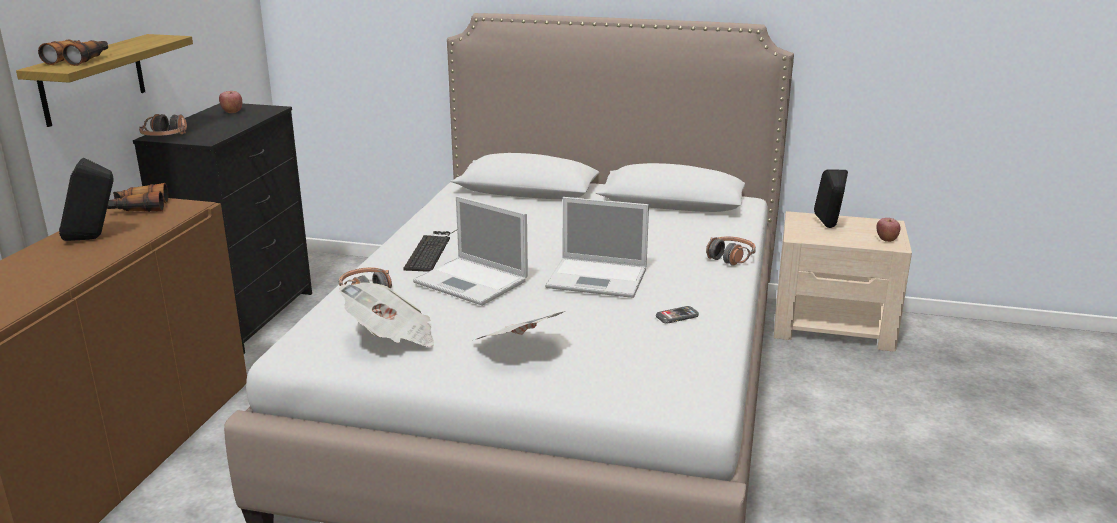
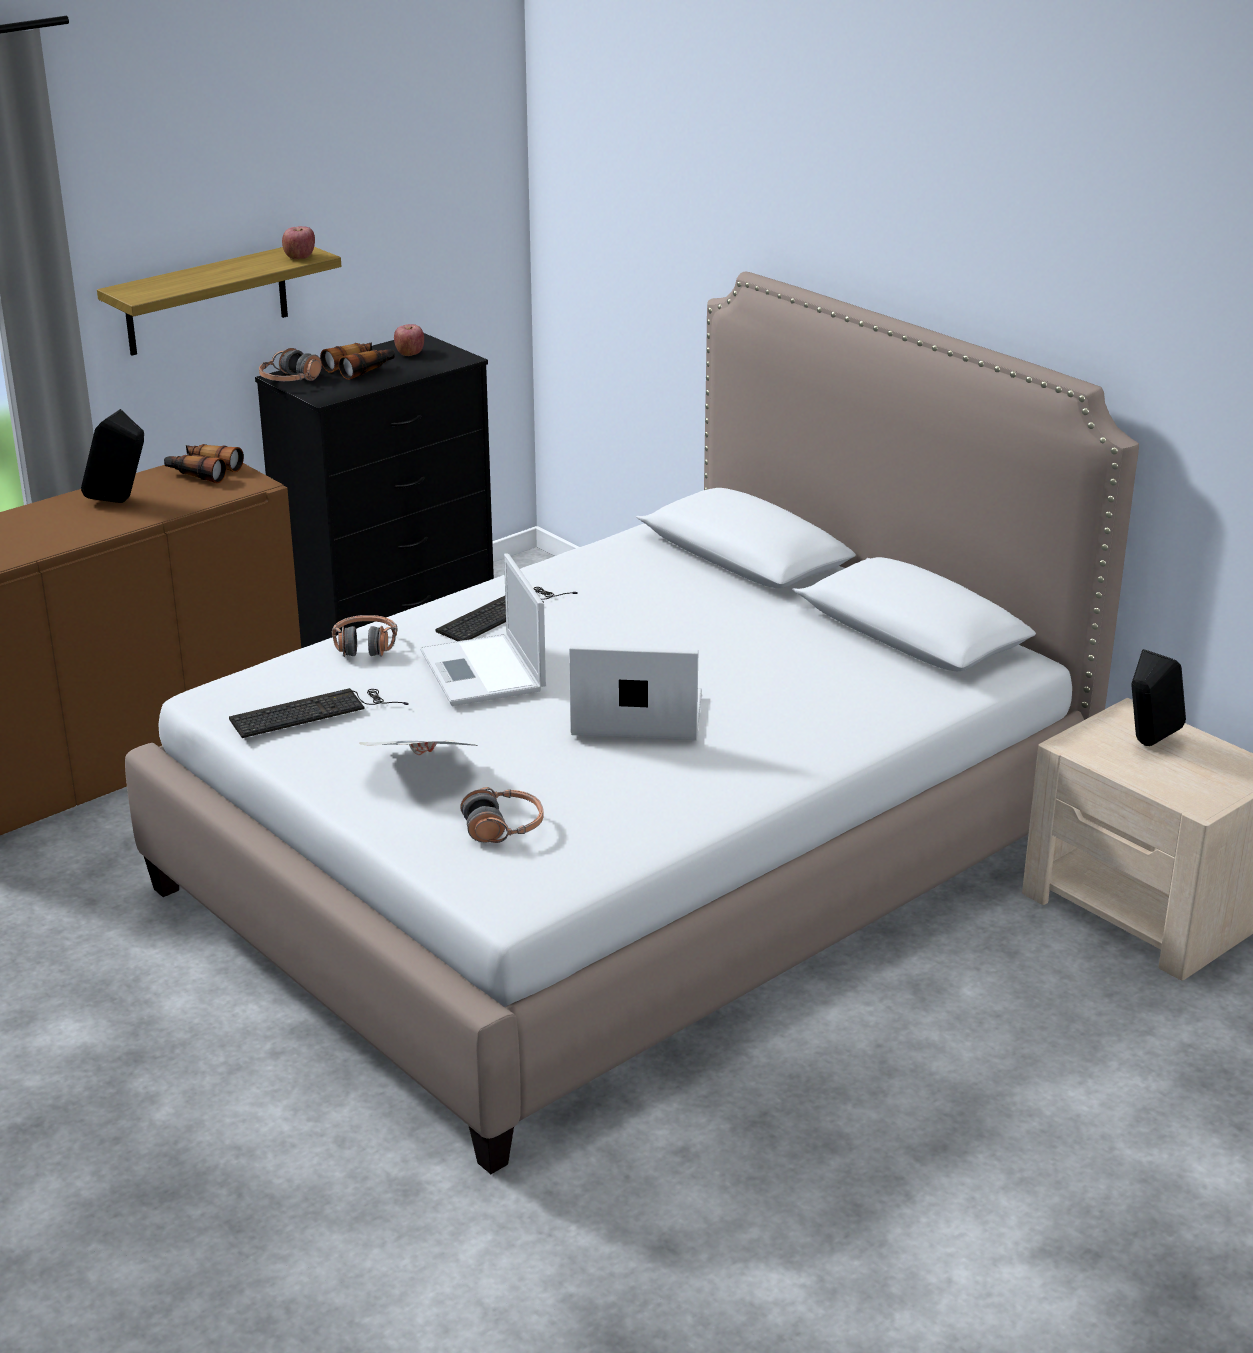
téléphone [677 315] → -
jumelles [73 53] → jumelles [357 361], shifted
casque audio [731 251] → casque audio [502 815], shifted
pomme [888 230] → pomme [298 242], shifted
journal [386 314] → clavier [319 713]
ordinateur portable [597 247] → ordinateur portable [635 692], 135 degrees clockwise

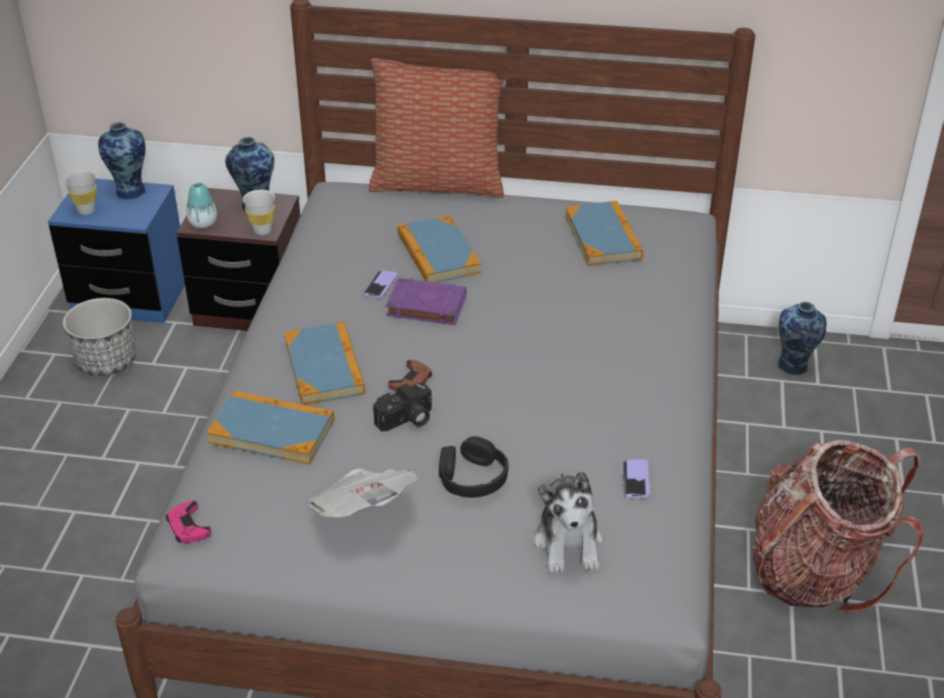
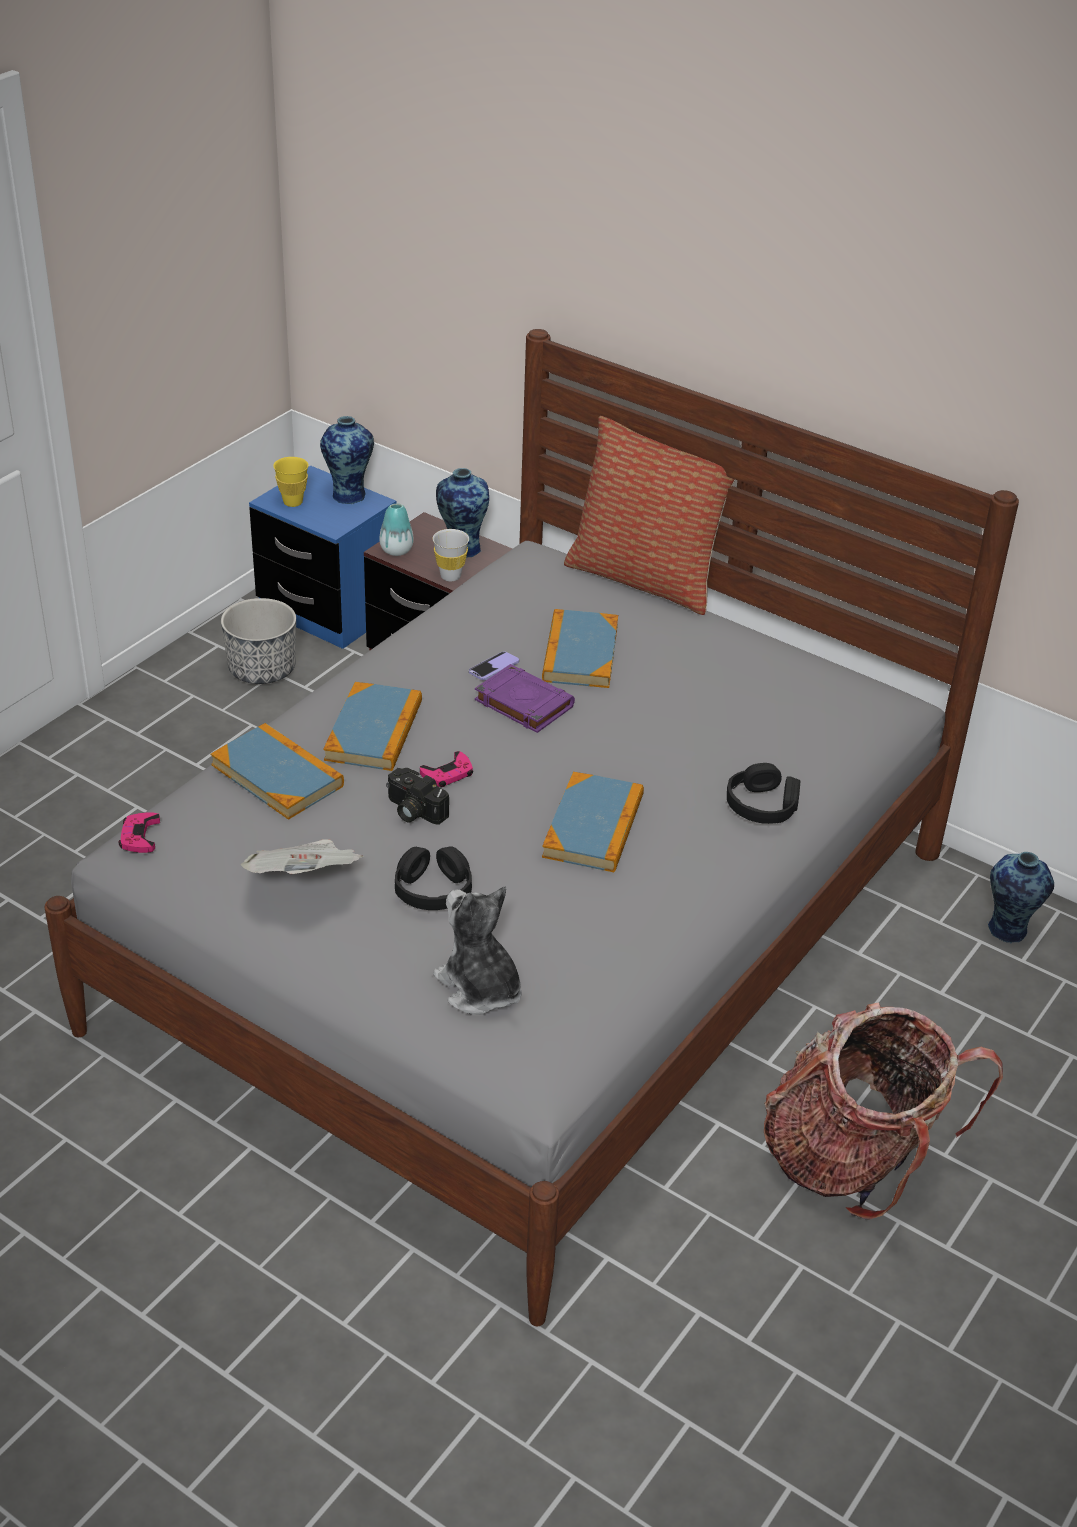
téléphone [636 478] → -
- → casque audio/noir [763 793]
livre [604 233] → livre [593 822], shifted
tasse/blanc [80 192] → tasse/jaune [290 482]
manette/marron [410 375] → manette/rose [446 769]
appareil photo [402 407] → appareil photo [417 796], 45 degrees clockwise
peluche [568 522] → peluche [477 950], 120 degrees clockwise

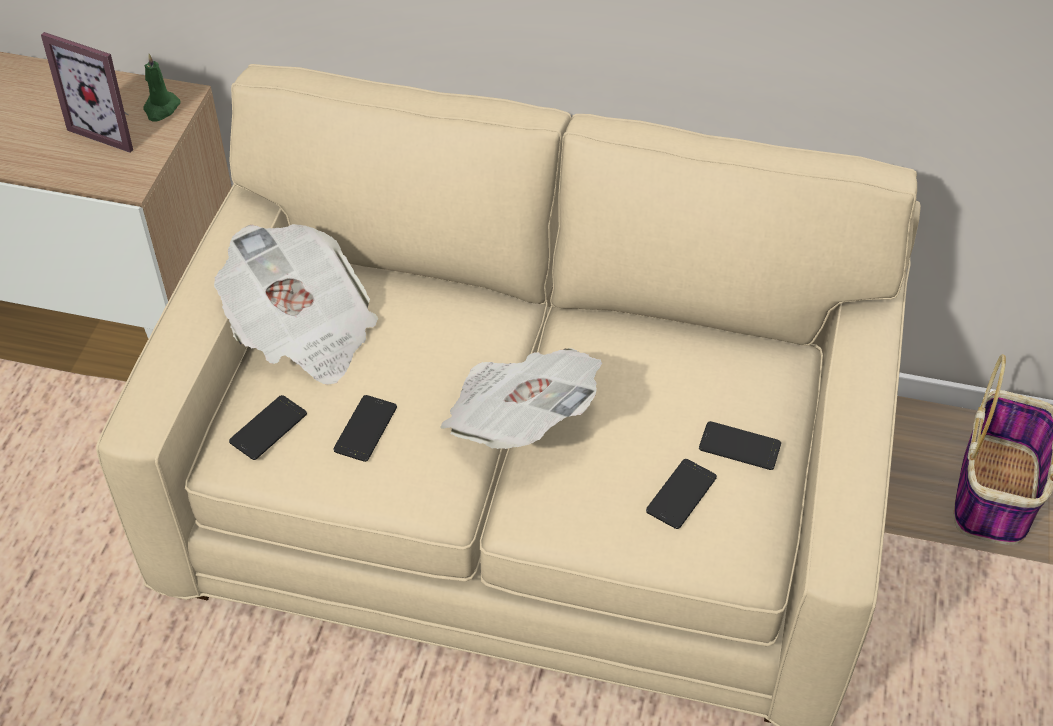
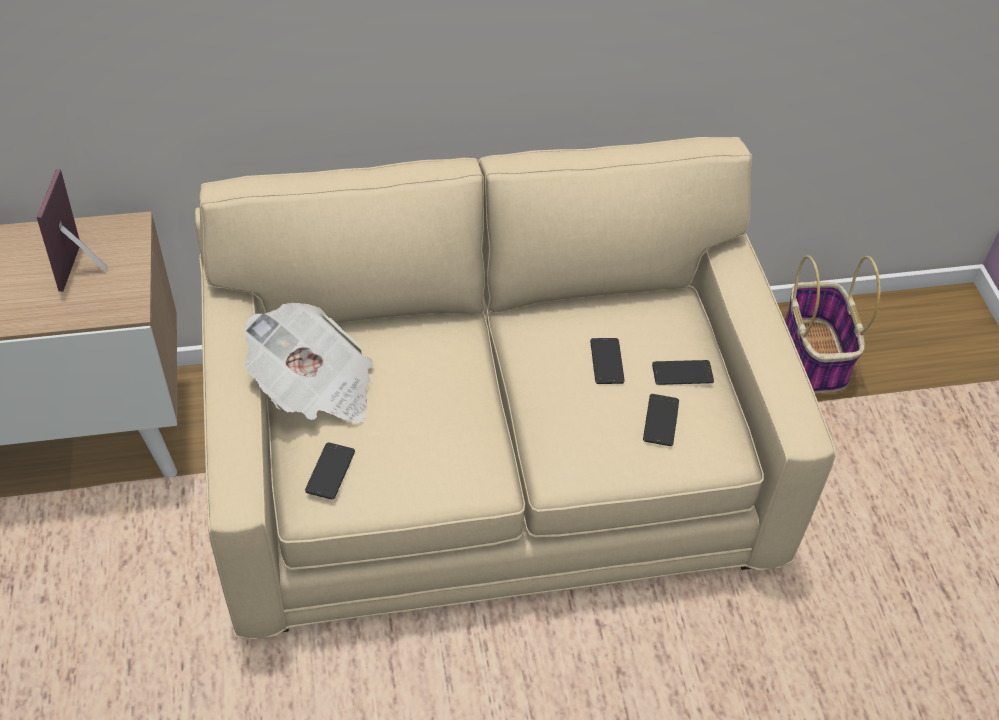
bougie/vert [161 88] → -
journal [521 398] → -
téléphone [365 428] → téléphone [607 361], shifted
cadre photo [87 92] → cadre photo [72 230], 90 degrees clockwise

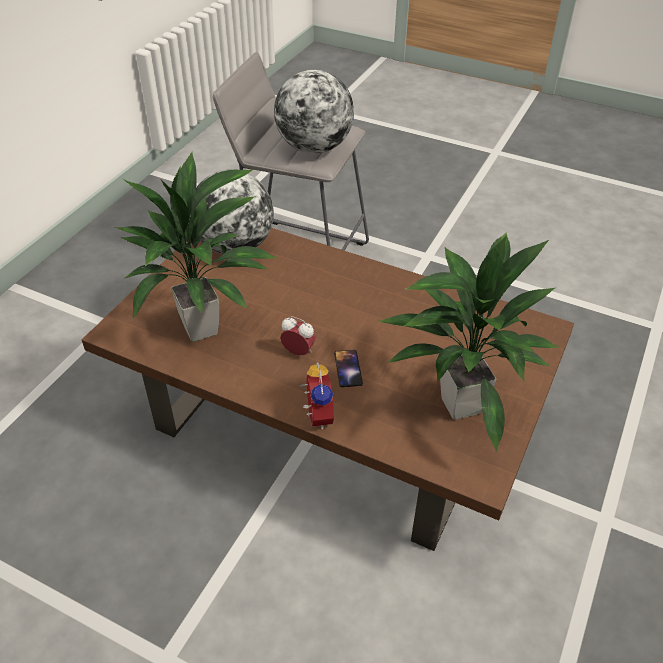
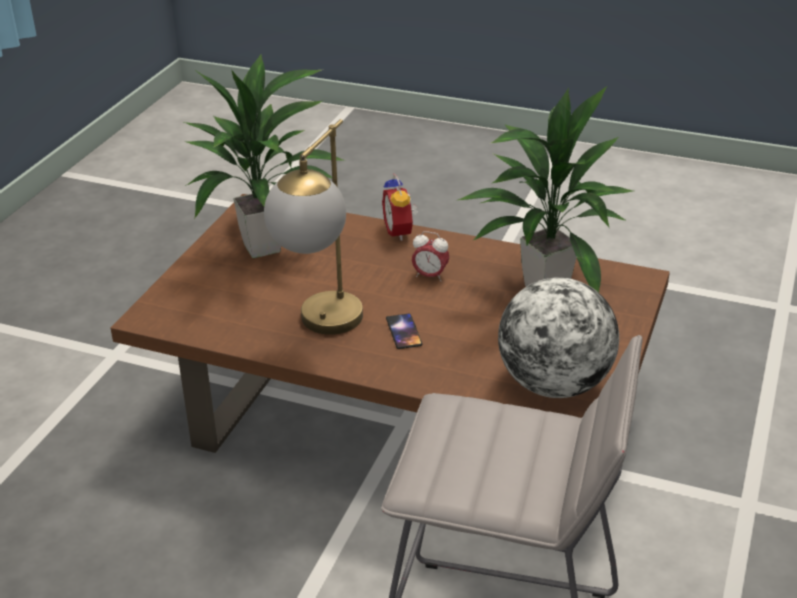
globe [314 112] → -
- → lampe de table [313 227]
téléphone [348 368] → téléphone [404 331], shifted

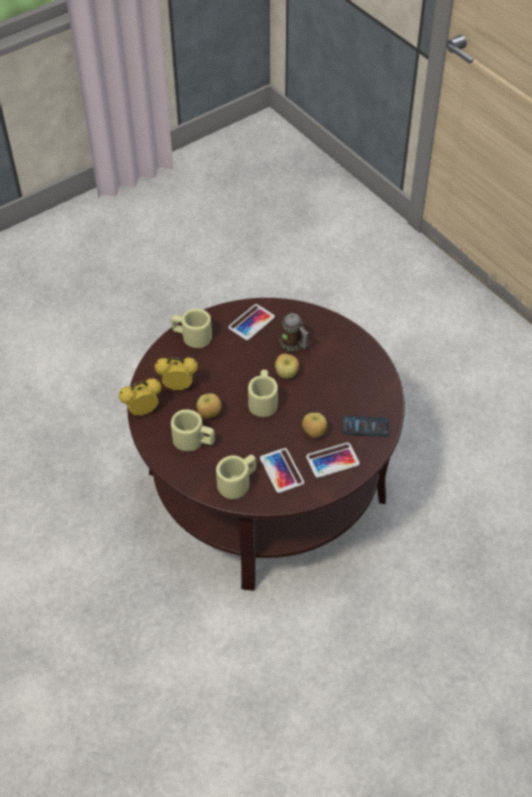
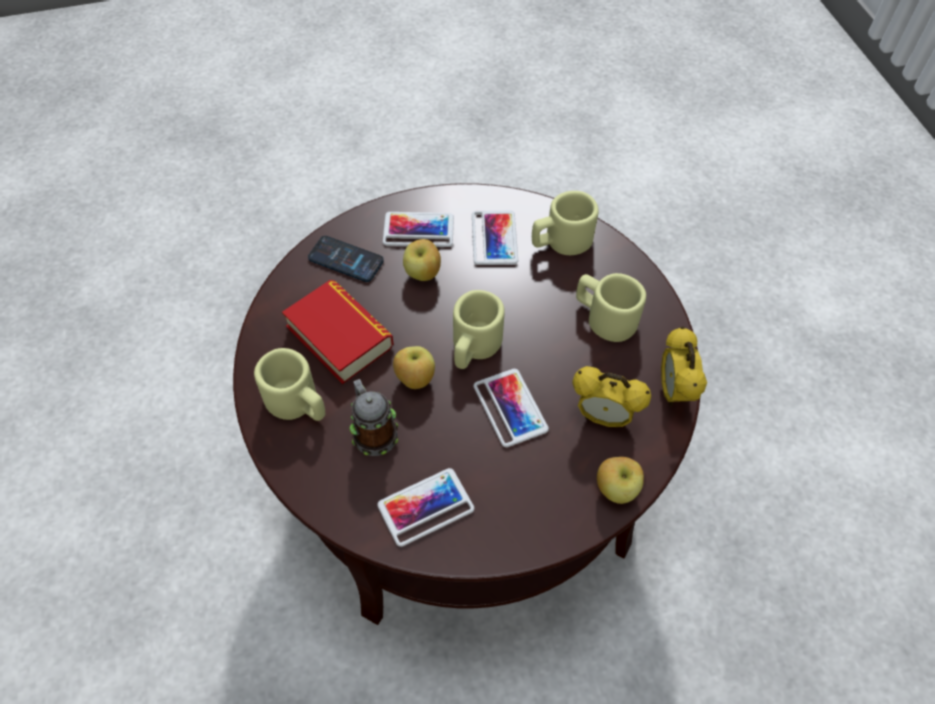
- → livre [338 332]
- → téléphone [511 408]
mug/beige [191 328] → mug/beige [289 384], shifted
pomme [209 405] → pomme [620 480], shifted
réveil [140 397] → réveil [684 366], 90 degrees clockwise

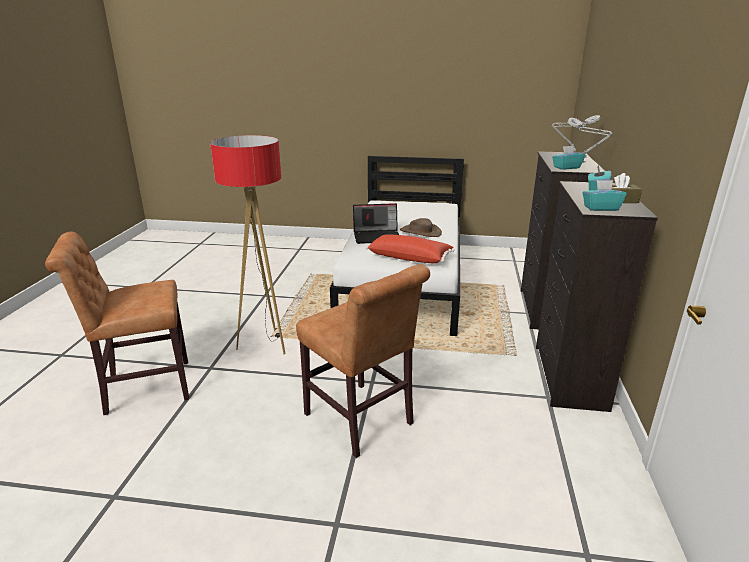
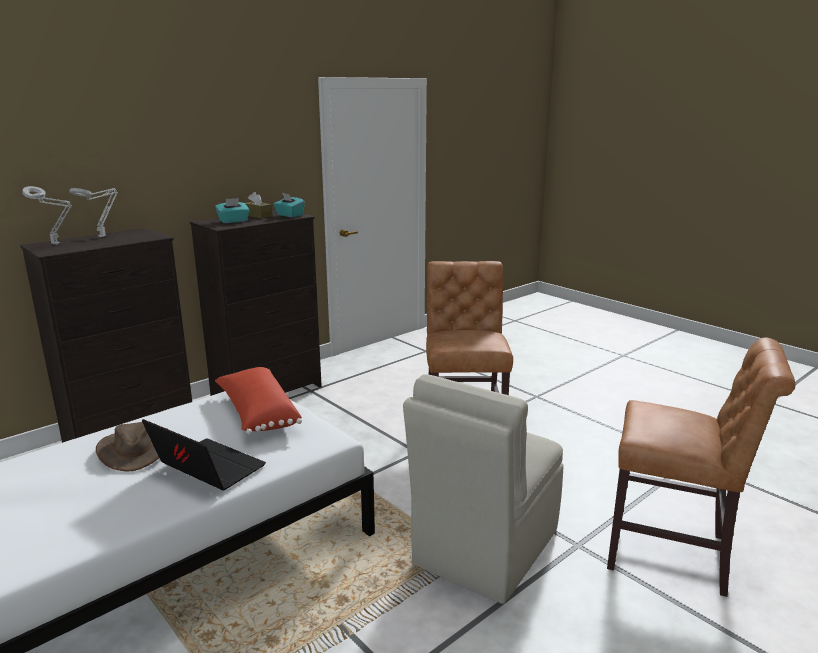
boîte à mouchoirs/turquoise [568 158] → -
lampadaire [248 244] → chaise/beige [483 489]

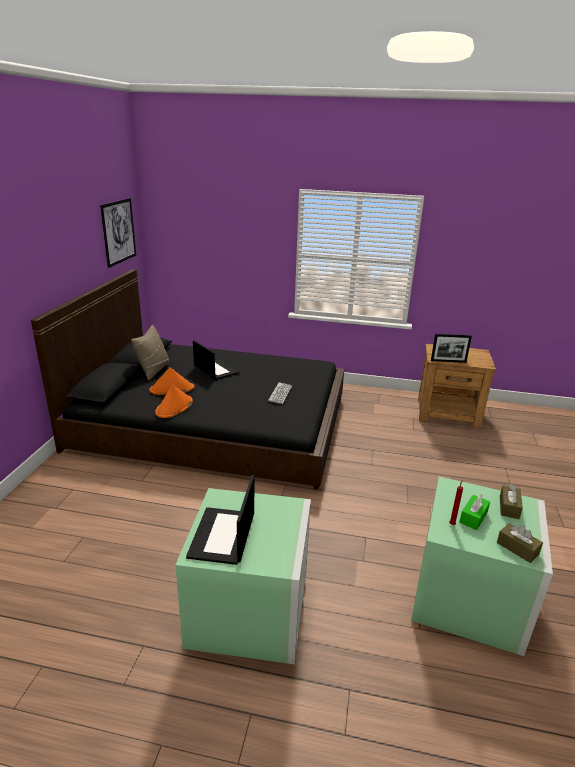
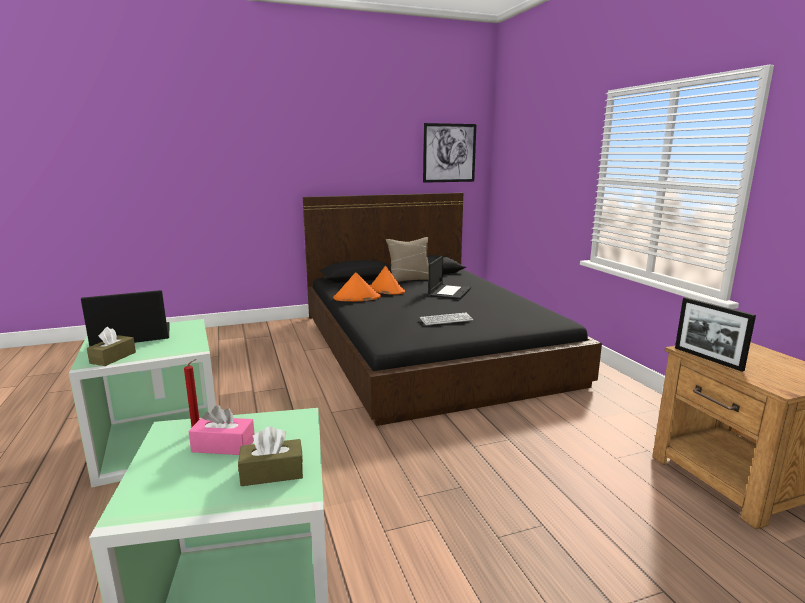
boîte à mouchoirs/marron [520 543] → boîte à mouchoirs/marron [111 346], shifted
boîte à mouchoirs/vert [474 512] → boîte à mouchoirs/rose [221 430]

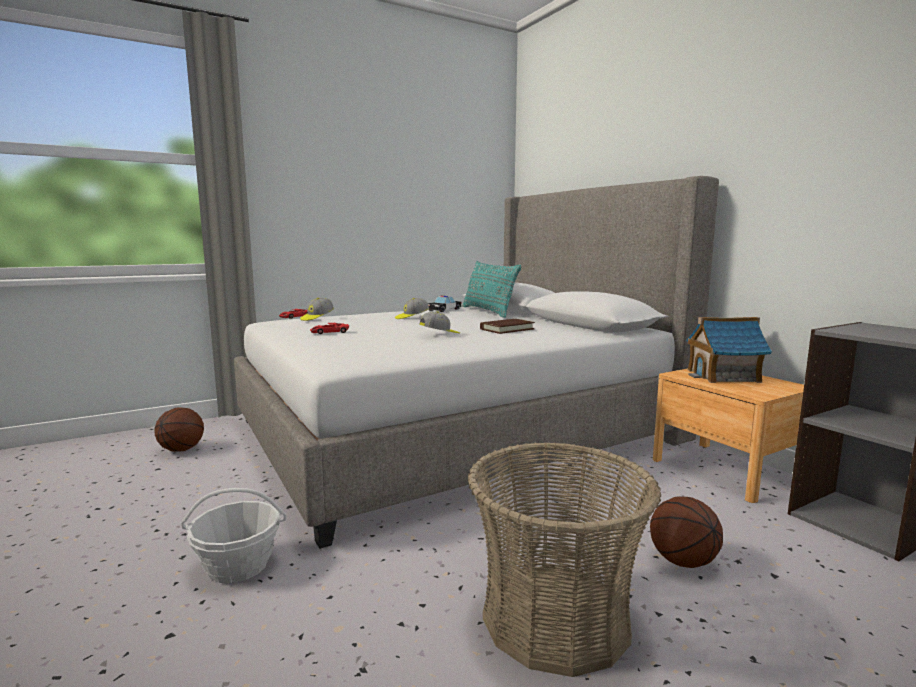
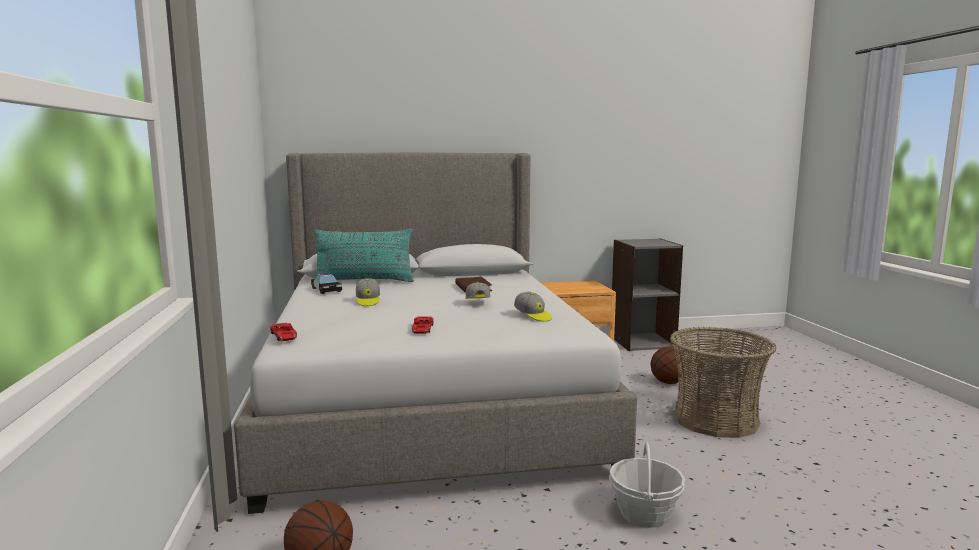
maison miniature [729 350] → -
casquette [317 309] → casquette [533 307], shifted

